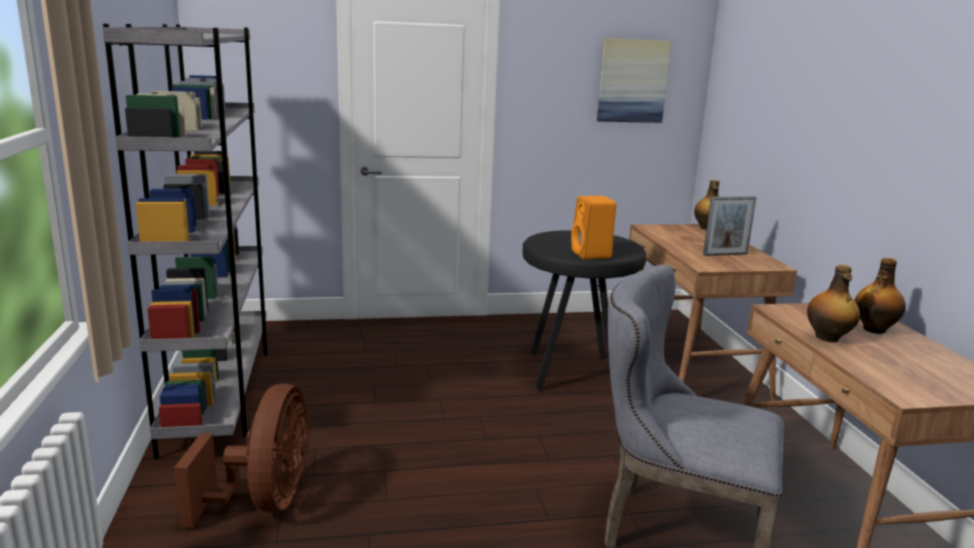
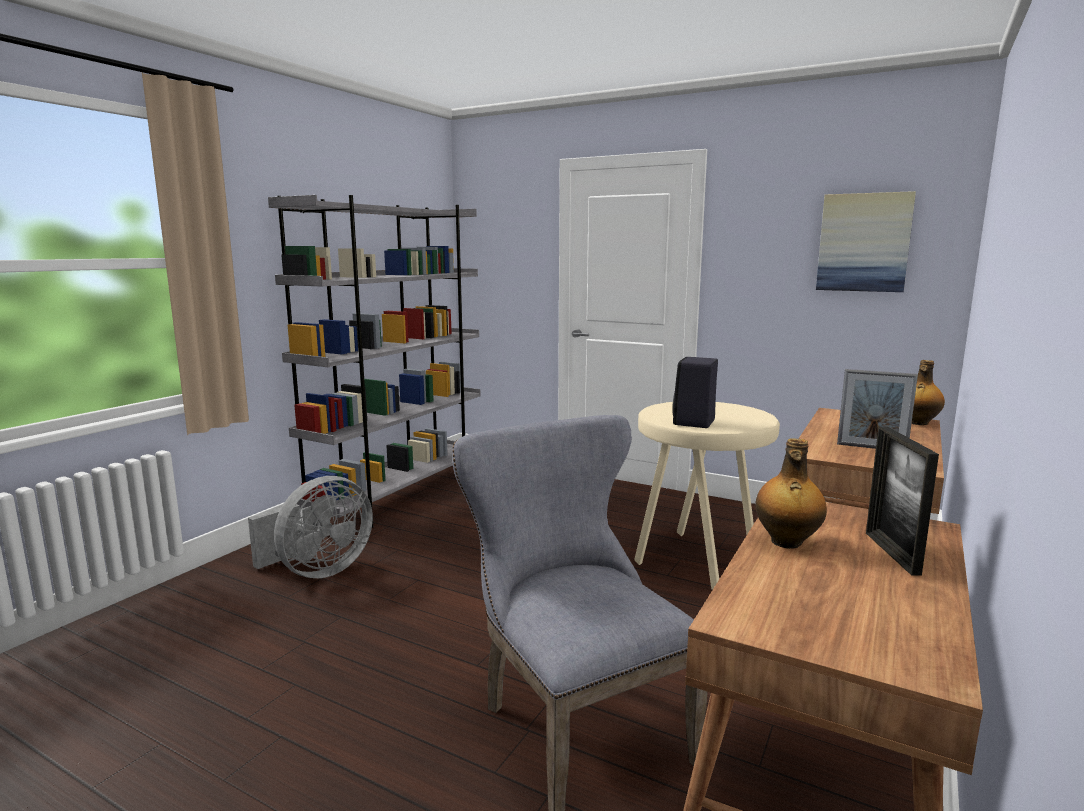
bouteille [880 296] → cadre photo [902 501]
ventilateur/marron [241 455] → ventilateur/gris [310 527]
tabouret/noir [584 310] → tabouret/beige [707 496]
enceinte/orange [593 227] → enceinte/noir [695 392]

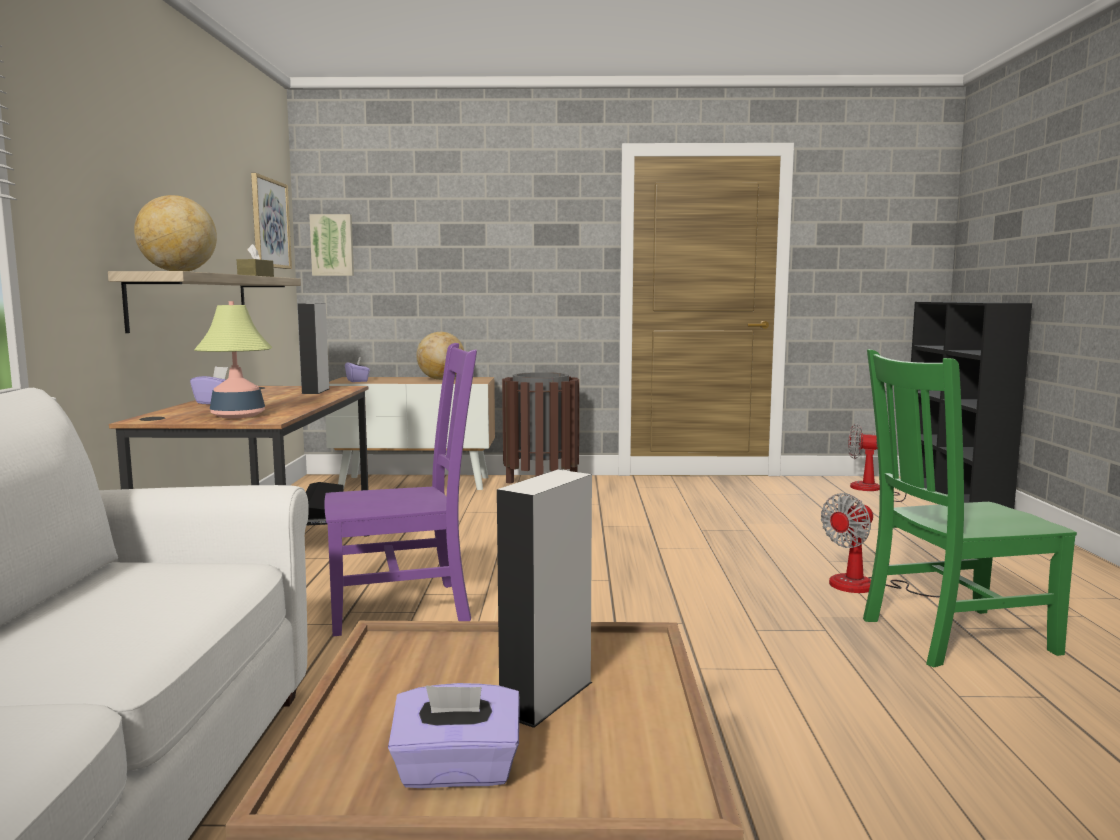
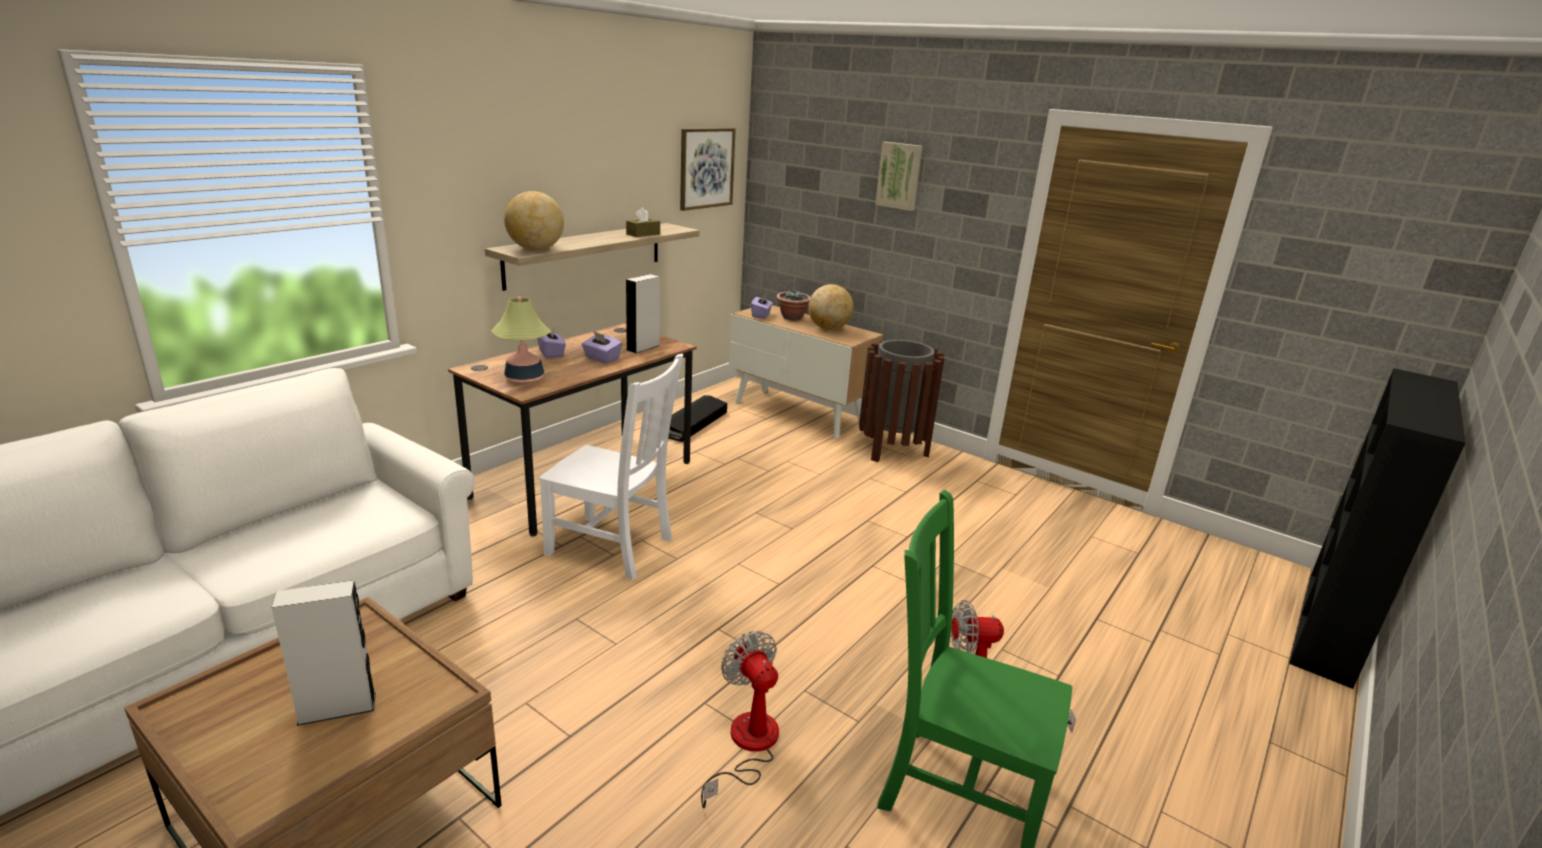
- → plante en pot [793 305]
tableau [331 245] → tableau [899 176], shifted
boîte à mouchoirs/violet [454 735] → boîte à mouchoirs/violet [602 347], shifted
ventilateur [877 463] → ventilateur [740 720], shifted
chaise/violet [400 489] → chaise/blanc [611 467]

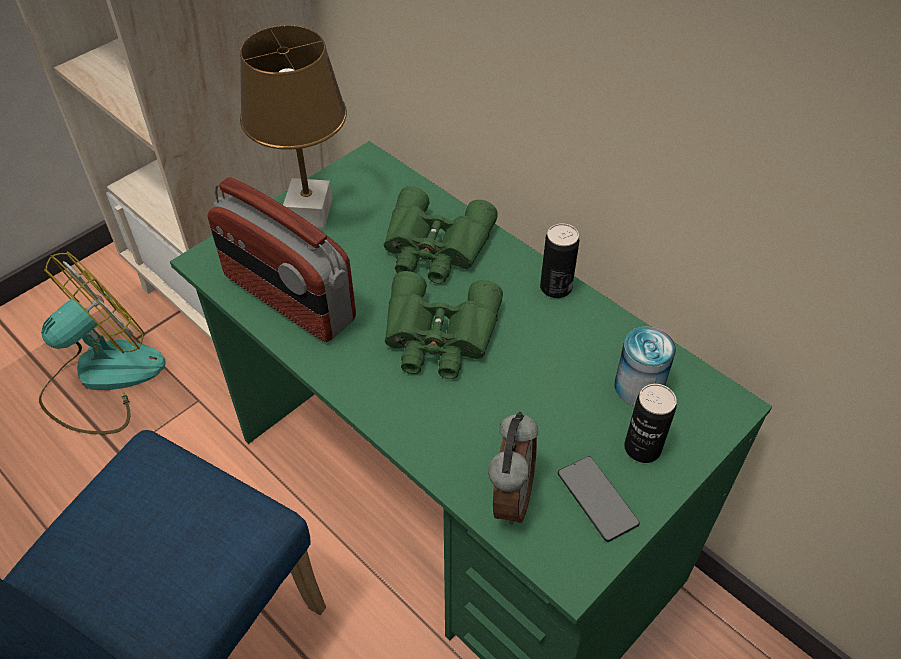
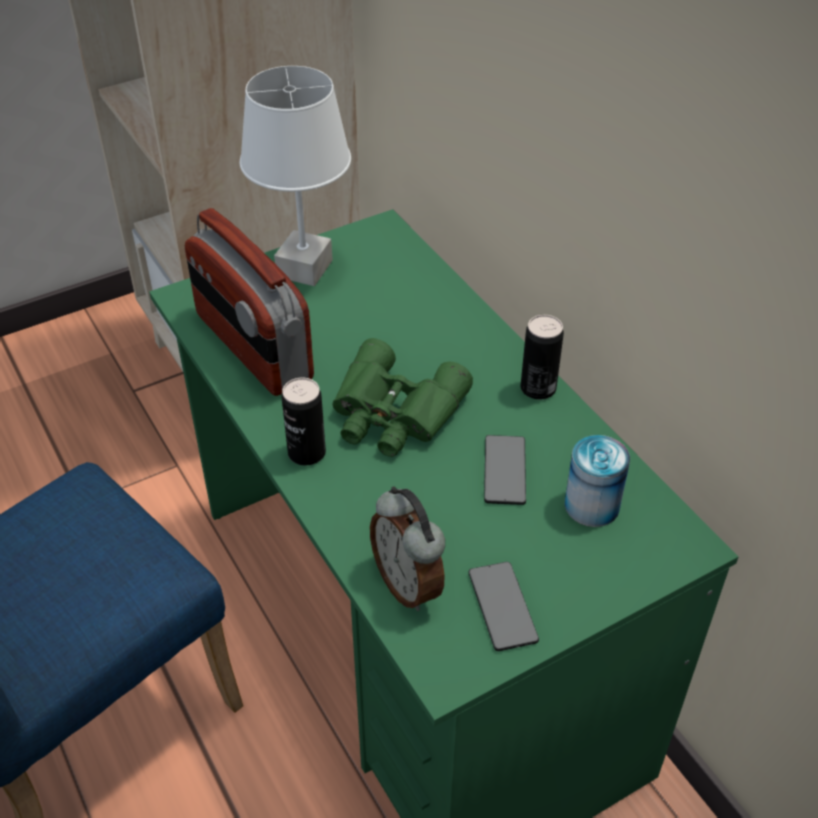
ventilateur [102 343] → -
jumelles/vert [441 235] → -
- → téléphone [505 470]
boîte métallique [650 423] → boîte métallique [304 421], shifted
lampe de table/marron [293 126] → lampe de table/blanc [295 176]
réveil [513 468] → réveil [407 549], 120 degrees clockwise

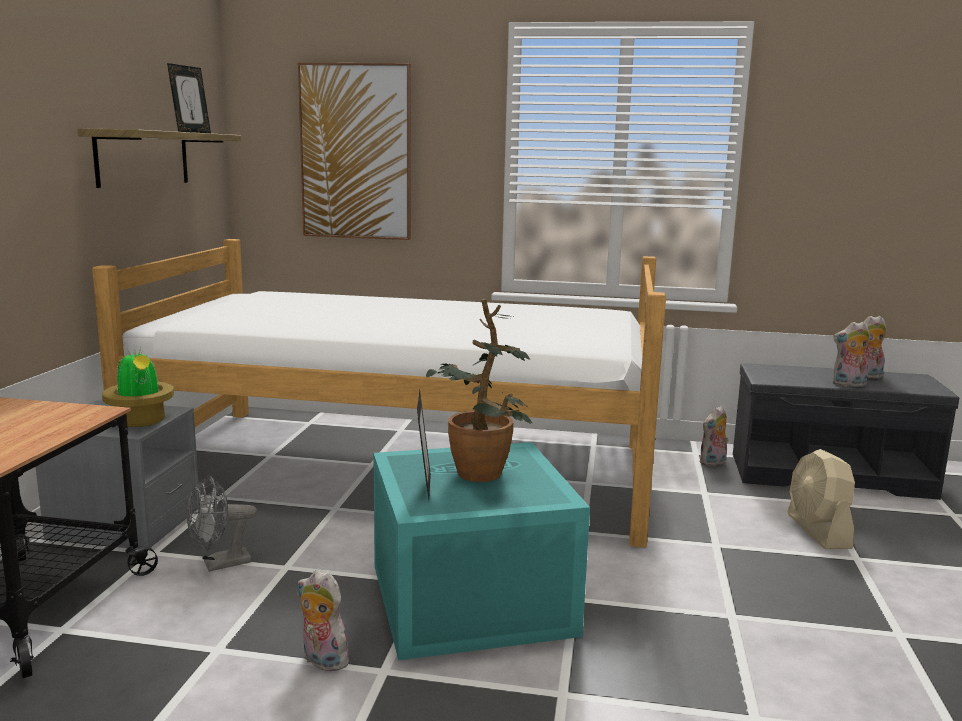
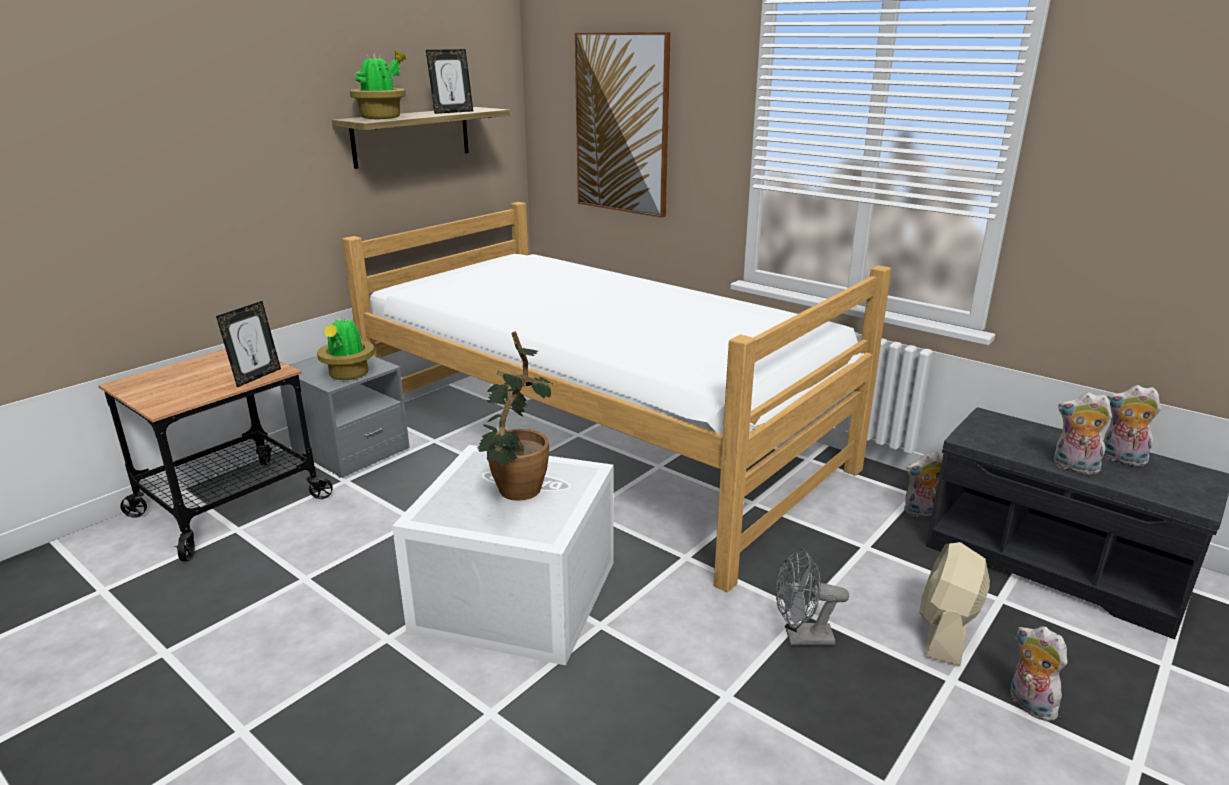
- → plante en pot [378 85]
ventilateur/gris [222 523] → ventilateur/gris [812 597], shifted
peluche [326 620] → peluche [1038 673], shifted
cadre photo [424 445] → cadre photo [248 344], shifted
boîte de rangement/turquoise [481 551] → boîte de rangement/blanc [503 555]

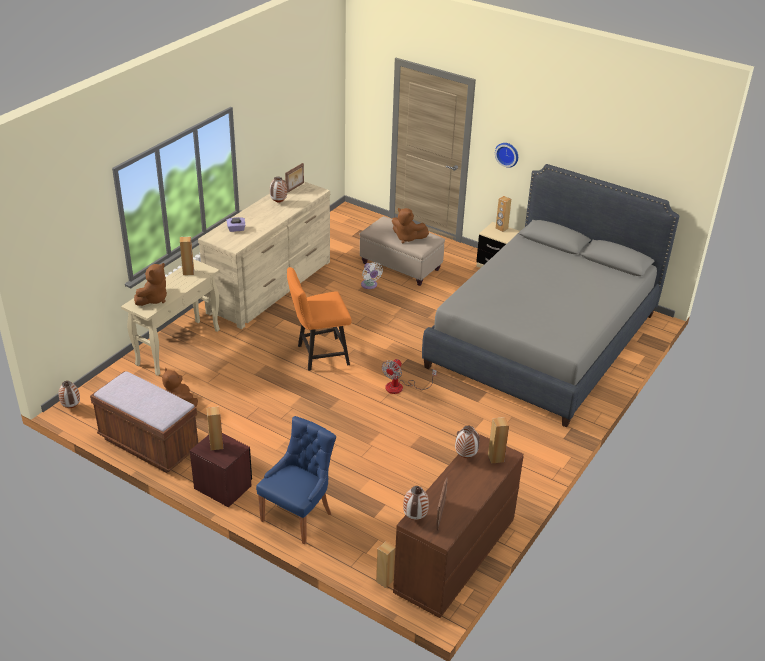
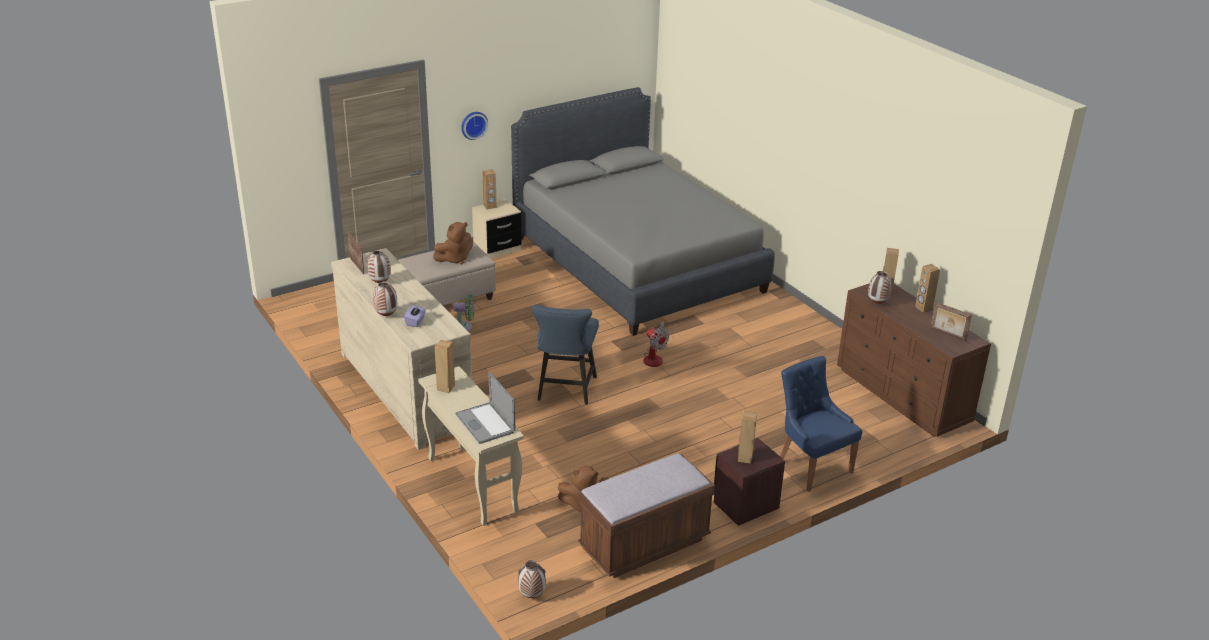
enceinte/marron [386 564] → enceinte/marron [927 288], shifted
vase [416 503] → vase [385 298], shifted
peluche/marron [150 284] → ordinateur portable [485 407]
chaise/orange [319 319] → chaise/bleu [565 355]
ventilateur/blanc [372 275] → ventilateur/vert [463 312]

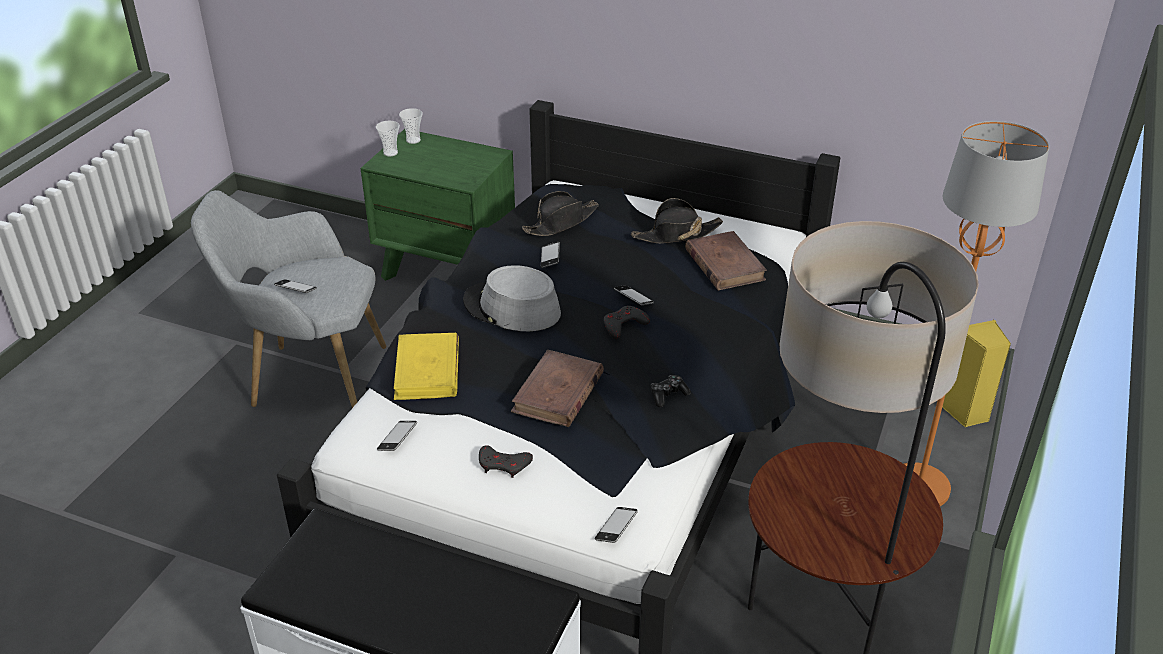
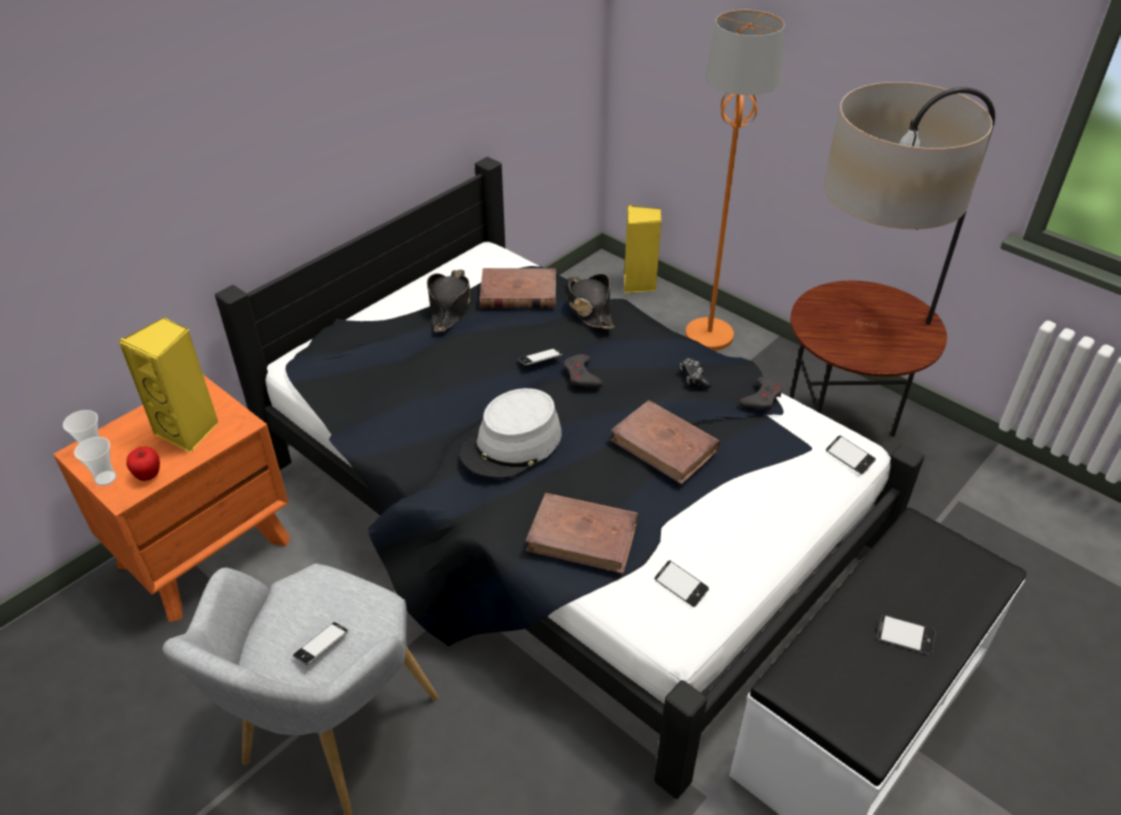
- → enceinte/jaune [169 385]
- → pomme [143 464]
manette/gris [506 461] → manette/gris [761 394], shifted
chapeau/noir [560 213] → chapeau/noir [591 301], shifted
téléphone [550 254] → téléphone [906 634], shifted
table de chevet/vert [437 205] → table de chevet/orange [172 498]
livre/jaune [426 366] → livre/marron [582 533]

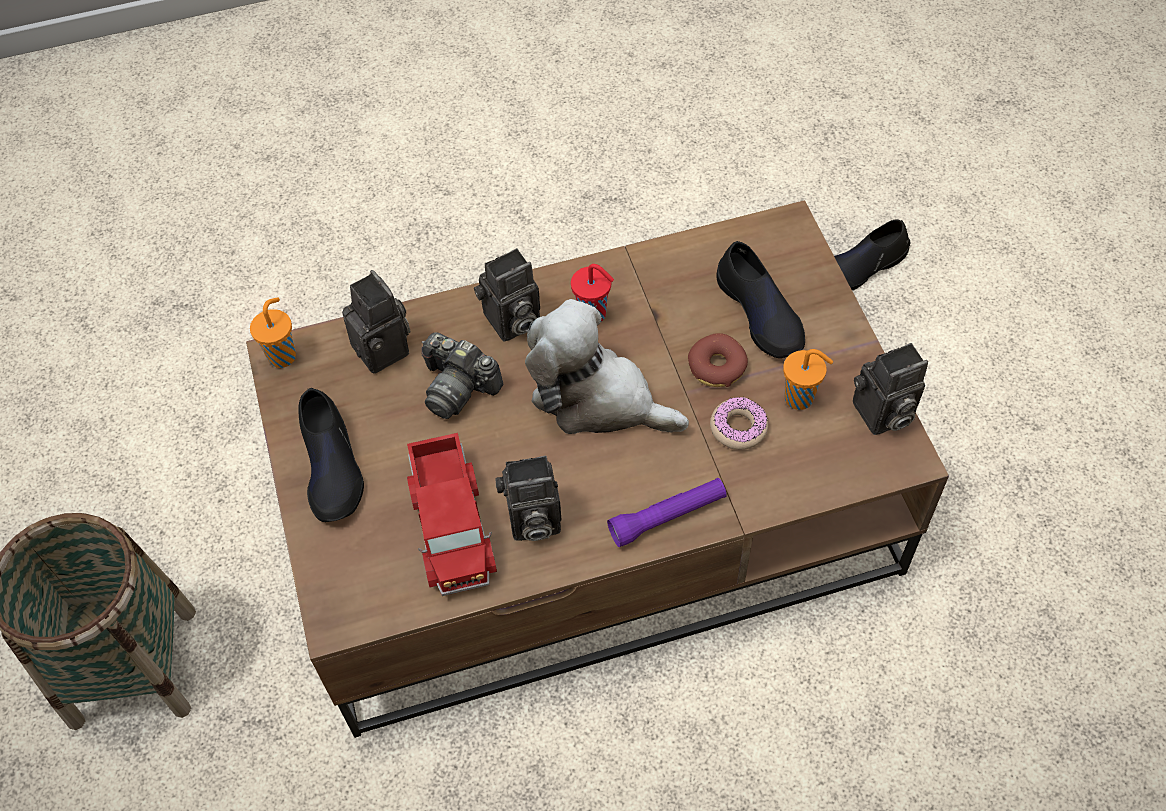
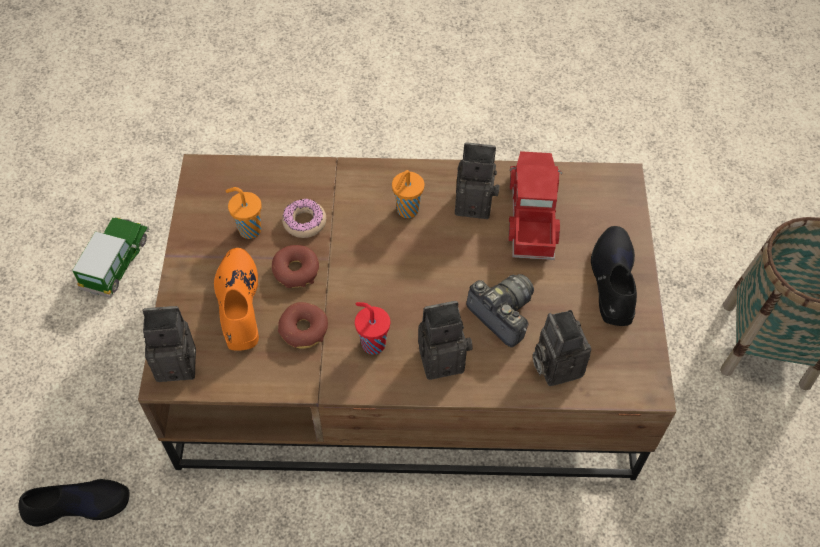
peluche [607 366] → -
lampe de poche/violet [667 512] → -
- → petite voiture [110 257]
- → beignet [303 325]
tasse/orange [273 333] → tasse/orange [408 194], shifted
appareil photo [890 389] → appareil photo [169 344], shifted
chaussure/noir [761 299] → chaussure/orange [236 299]

